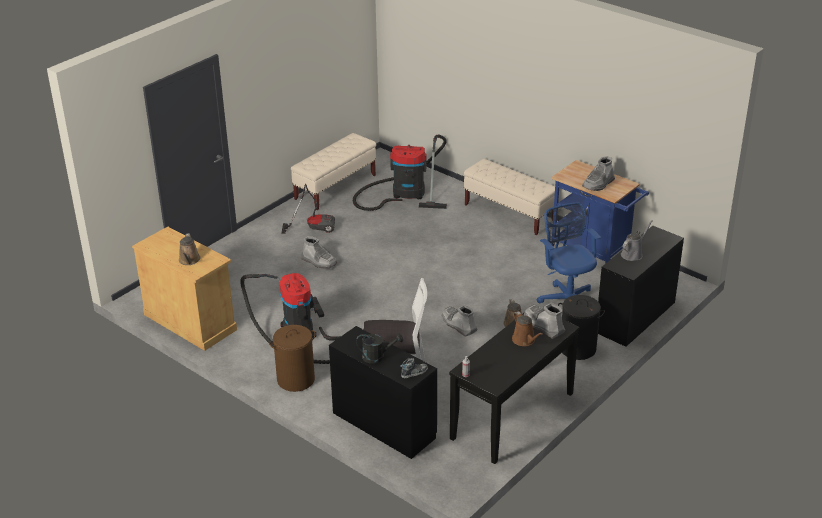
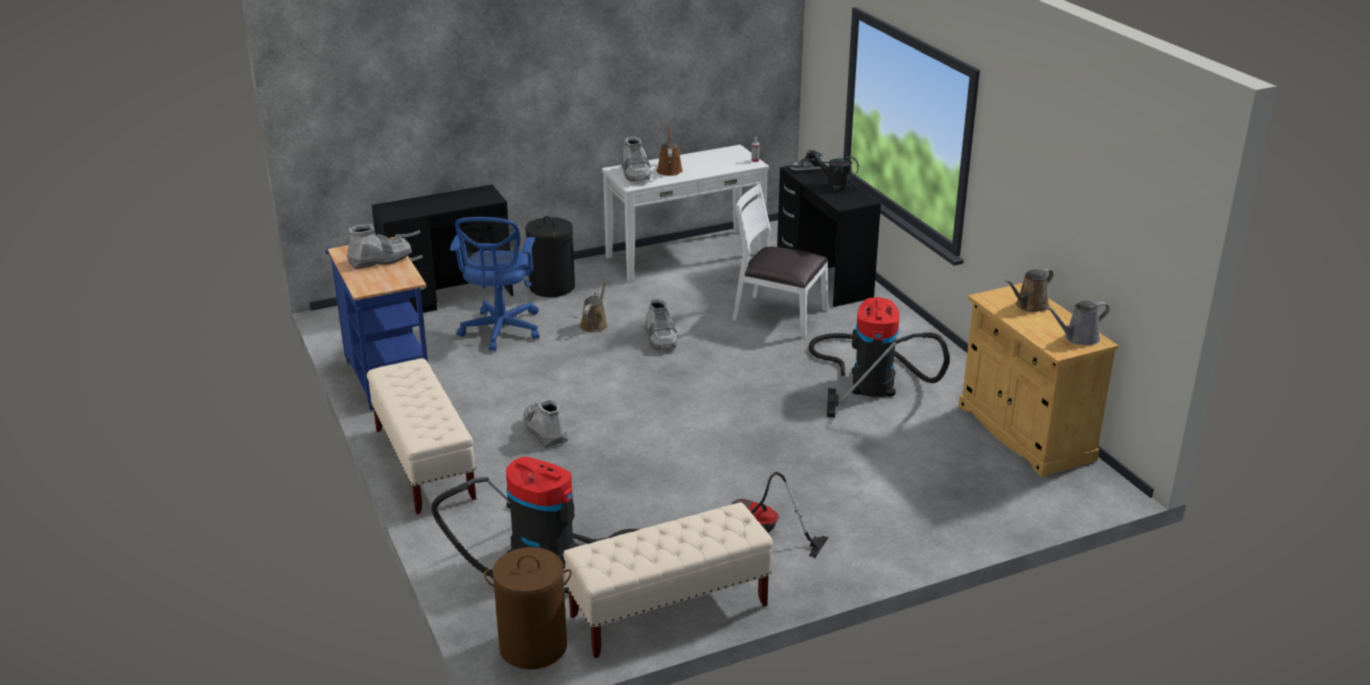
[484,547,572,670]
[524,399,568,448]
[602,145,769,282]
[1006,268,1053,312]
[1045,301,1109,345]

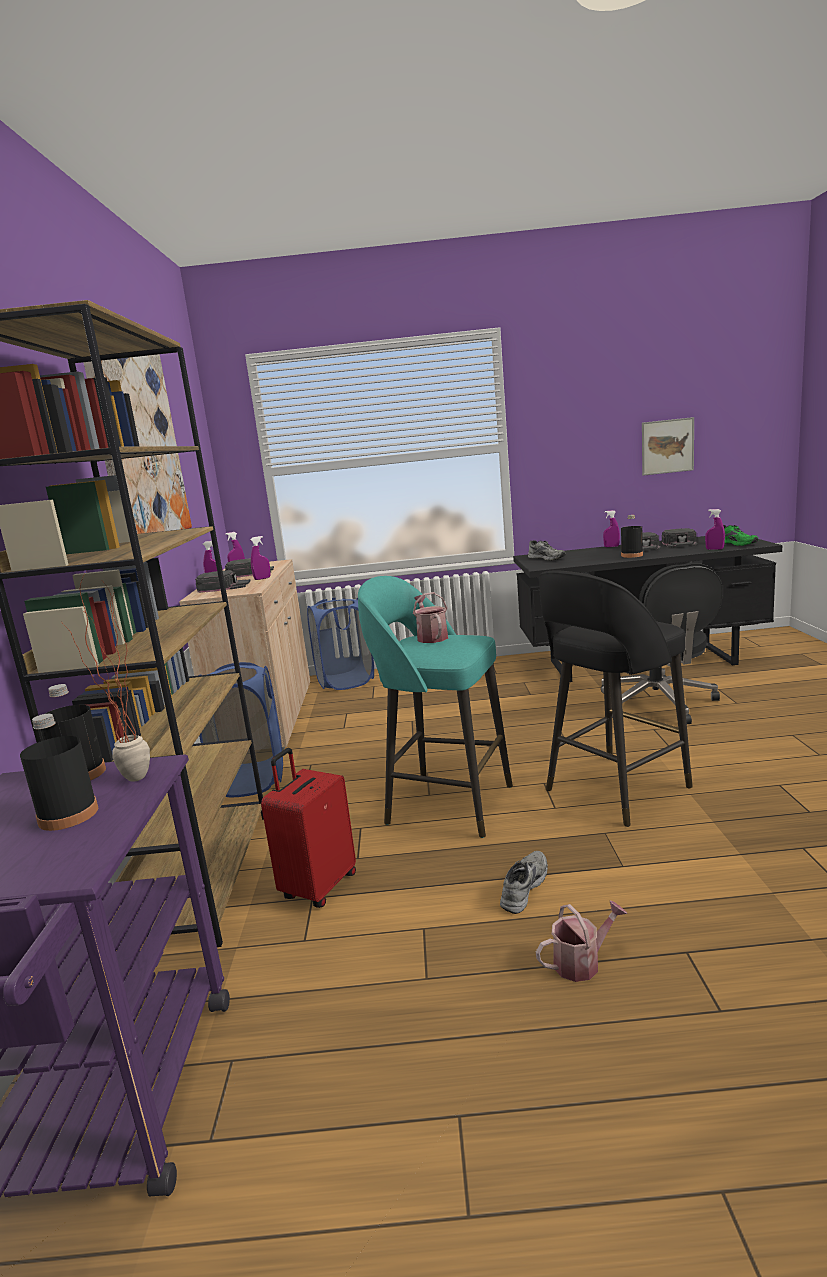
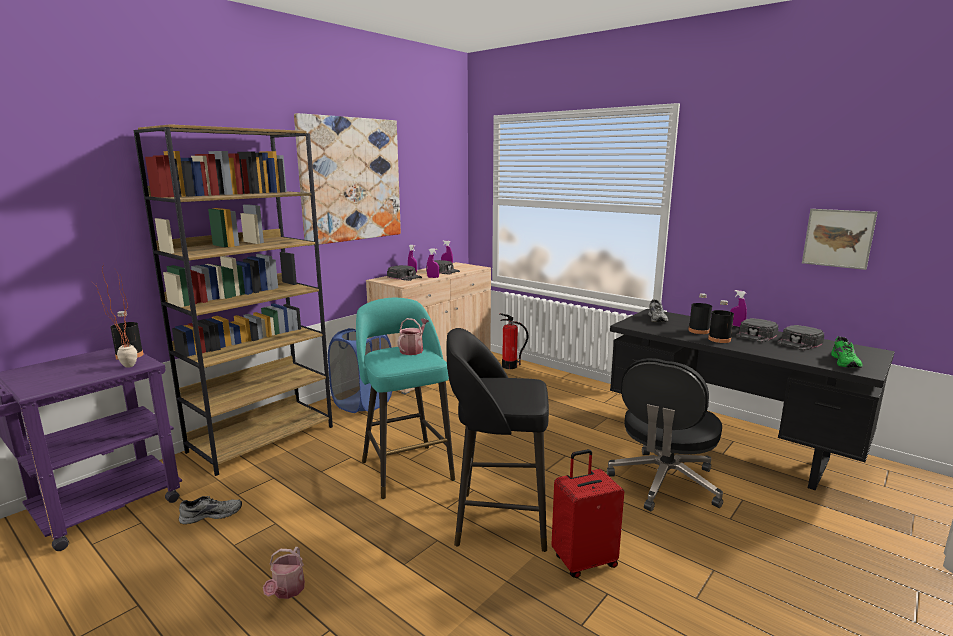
[179,496,242,524]
[263,547,305,599]
[500,313,528,369]
[552,449,624,578]
[688,293,712,334]
[705,509,725,550] (first image)

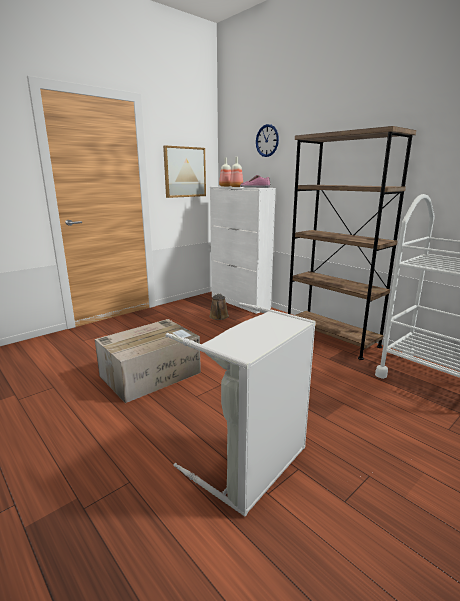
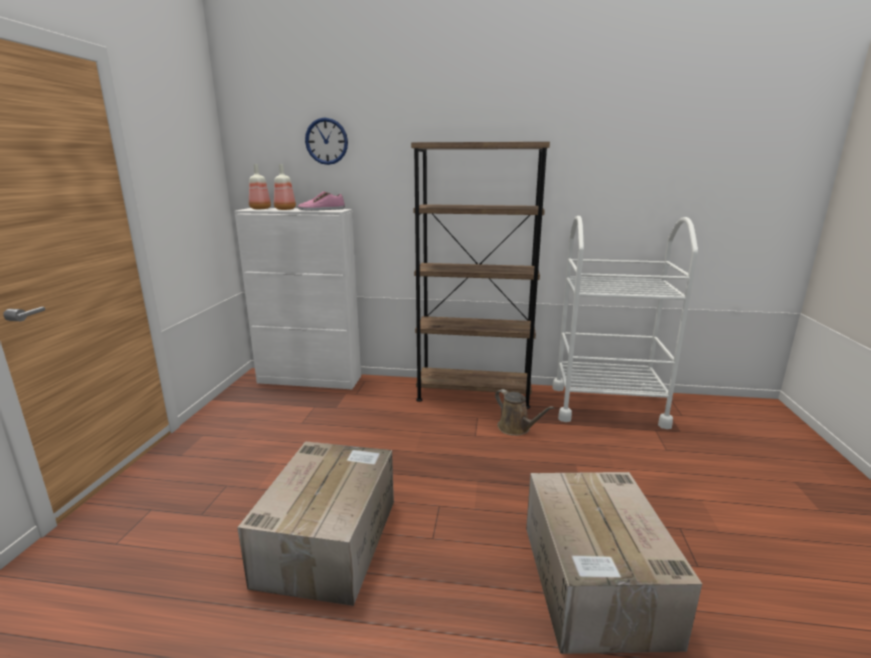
[495,389,555,436]
[526,472,702,654]
[163,145,206,198] (first image)

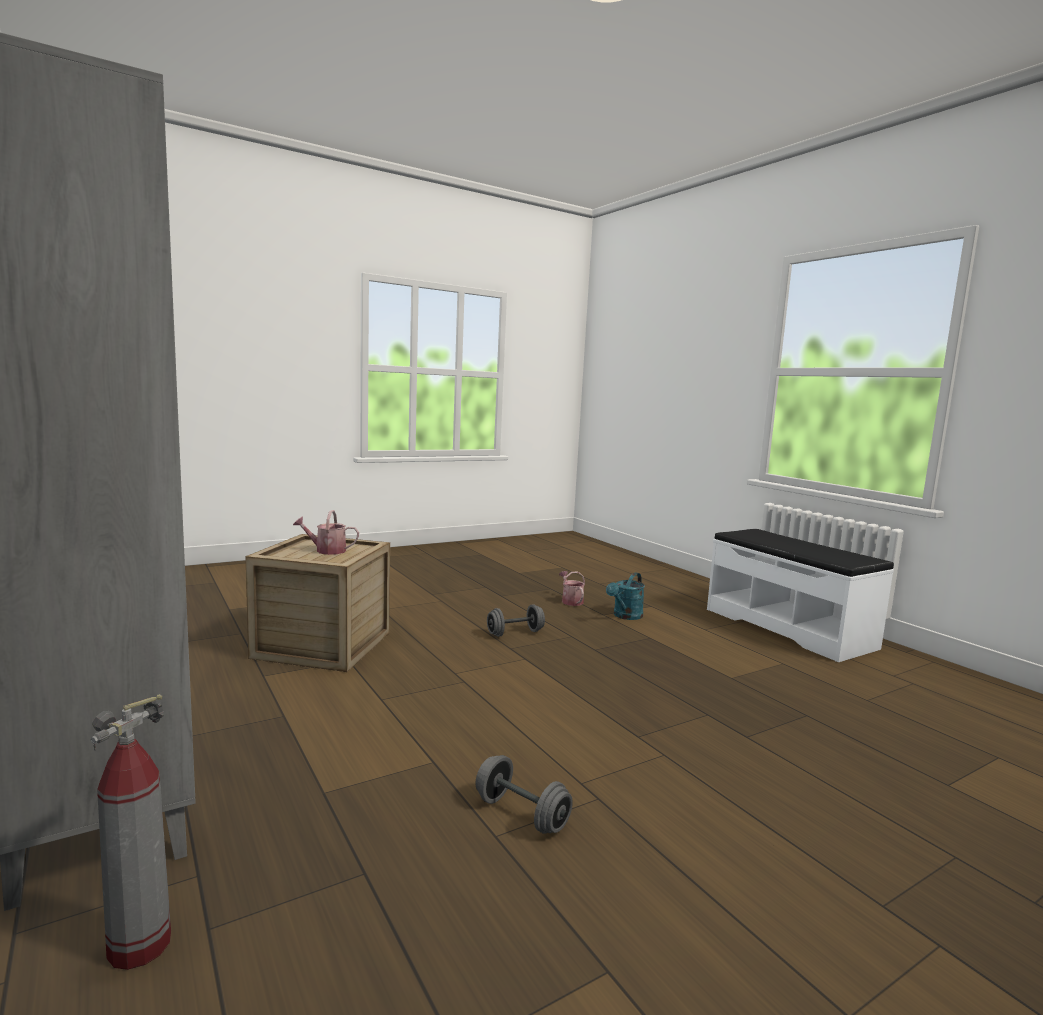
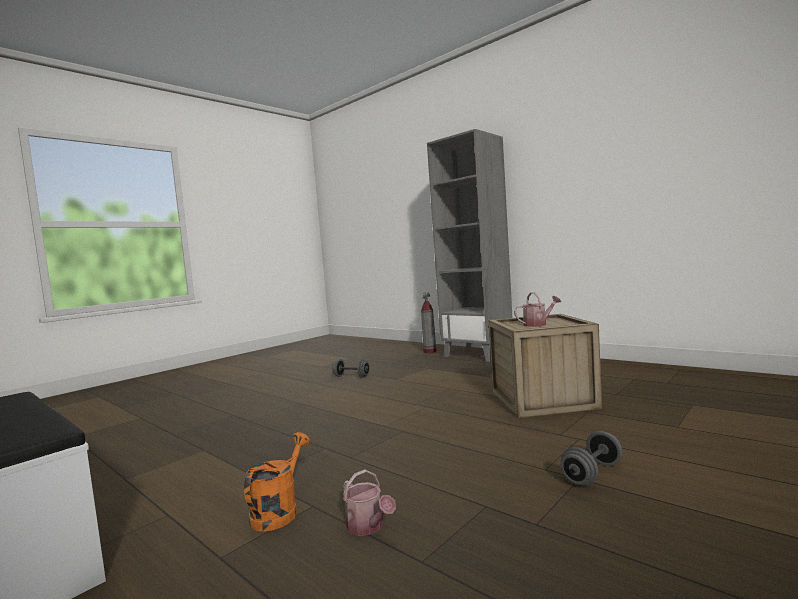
[244,432,310,532]
[561,431,622,486]

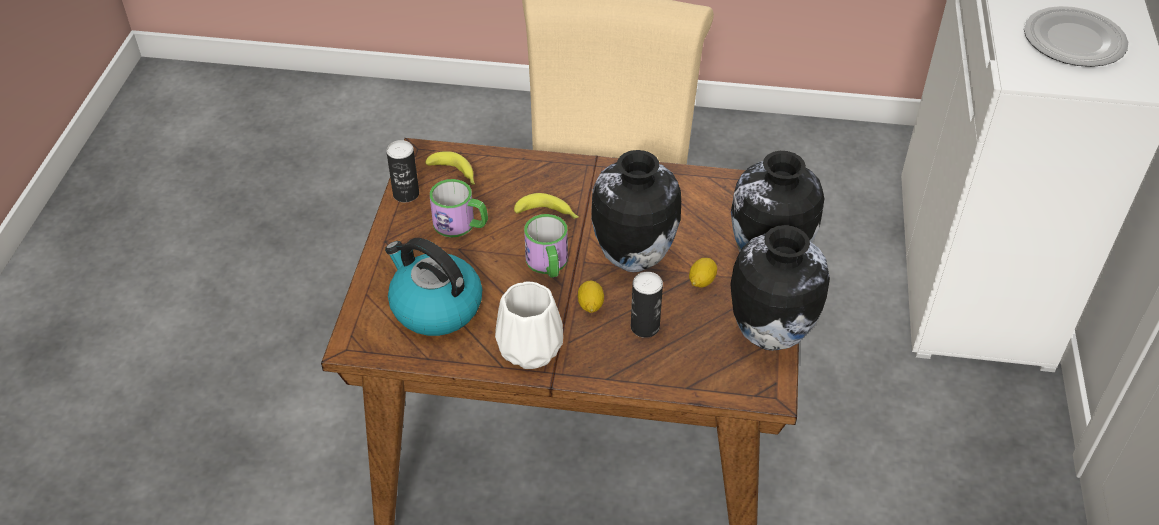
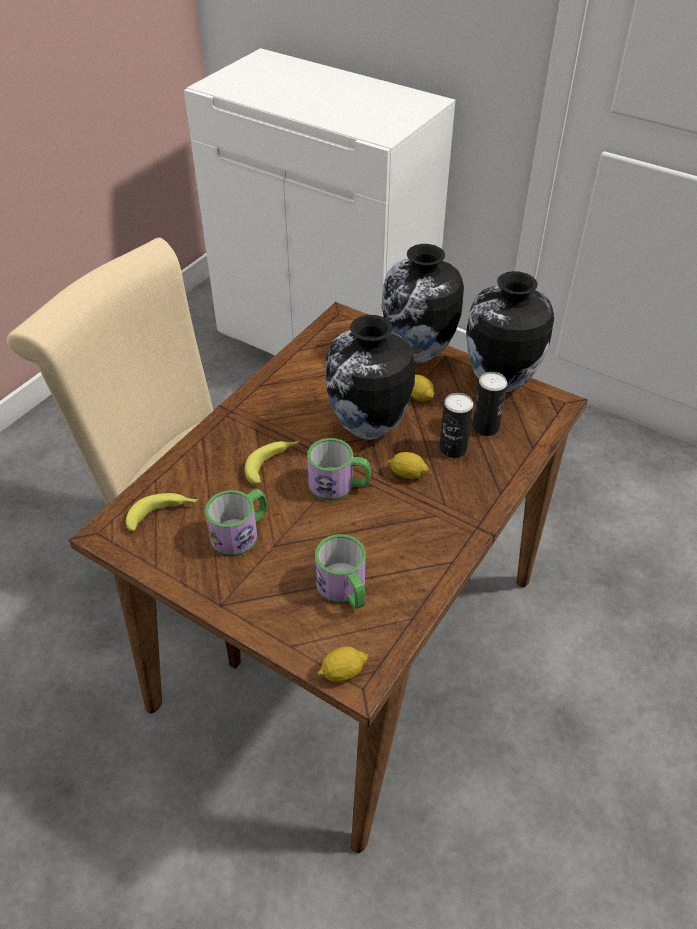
[315,534,366,609]
[317,647,368,682]
[472,372,507,436]
[495,282,563,369] (first image)
[1024,6,1128,67] (first image)

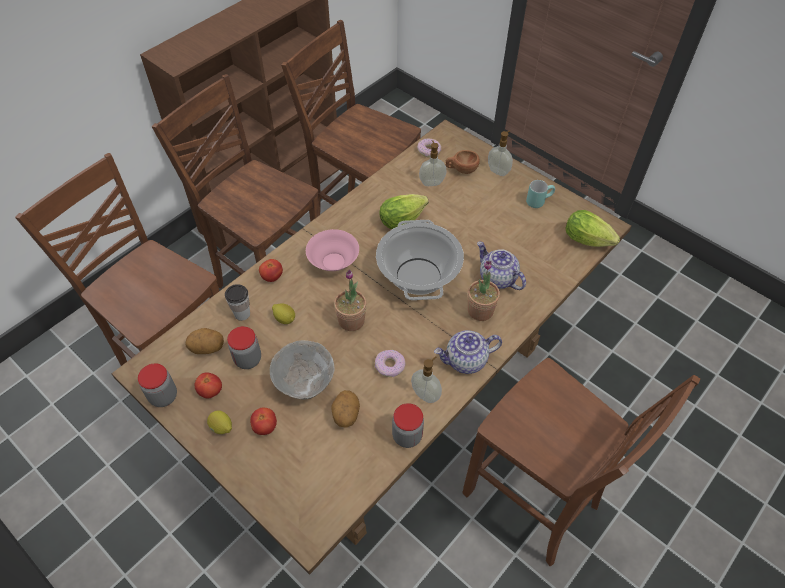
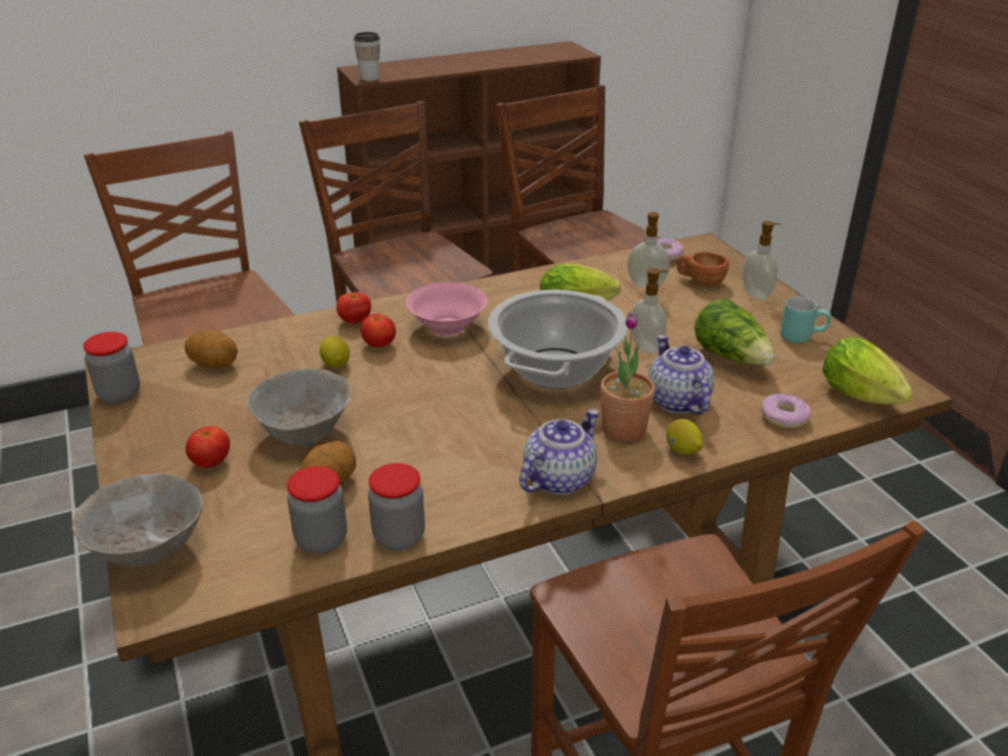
[72,474,203,567]
[287,466,347,554]
[354,32,380,81]
[361,314,396,347]
[519,409,599,495]
[632,268,668,353]
[666,419,703,455]
[694,298,775,365]
[761,394,811,428]
[334,270,367,331] (first image)

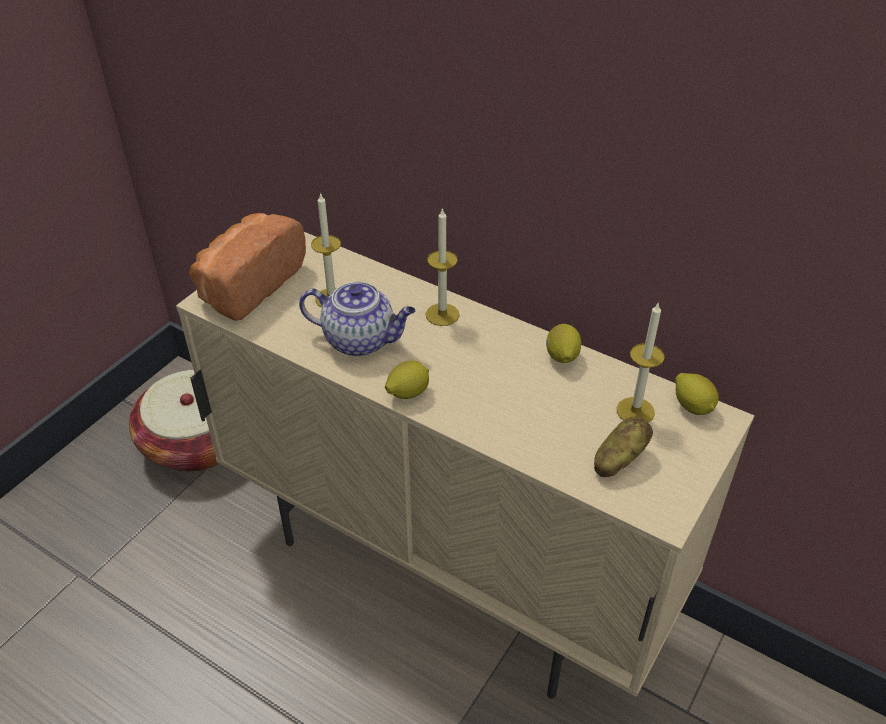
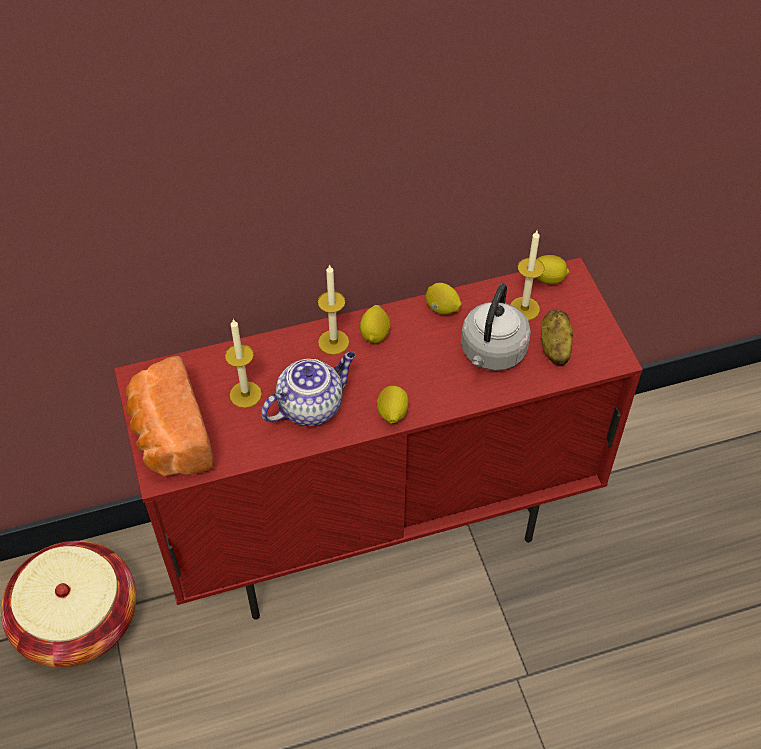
[114,257,643,619]
[360,305,390,343]
[461,283,531,371]

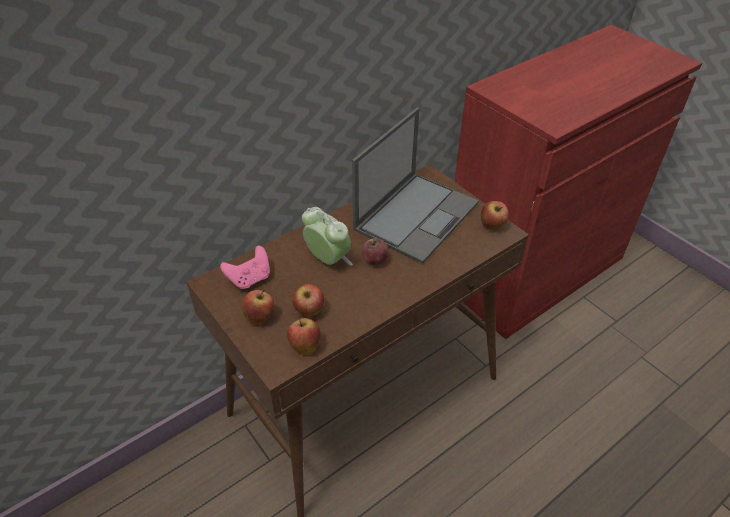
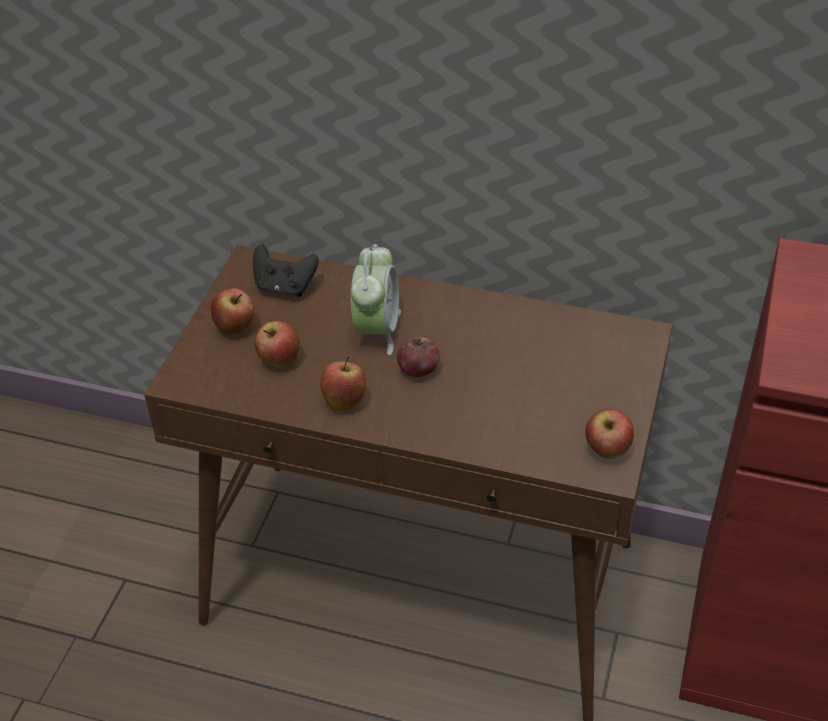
[253,244,319,297]
[320,356,366,412]
[352,107,479,264] (first image)

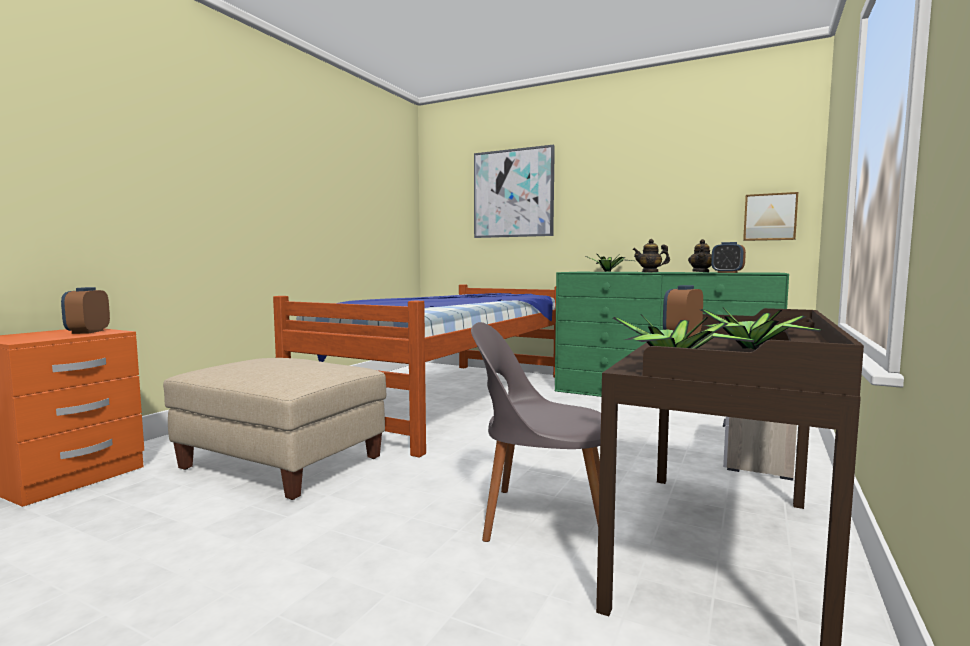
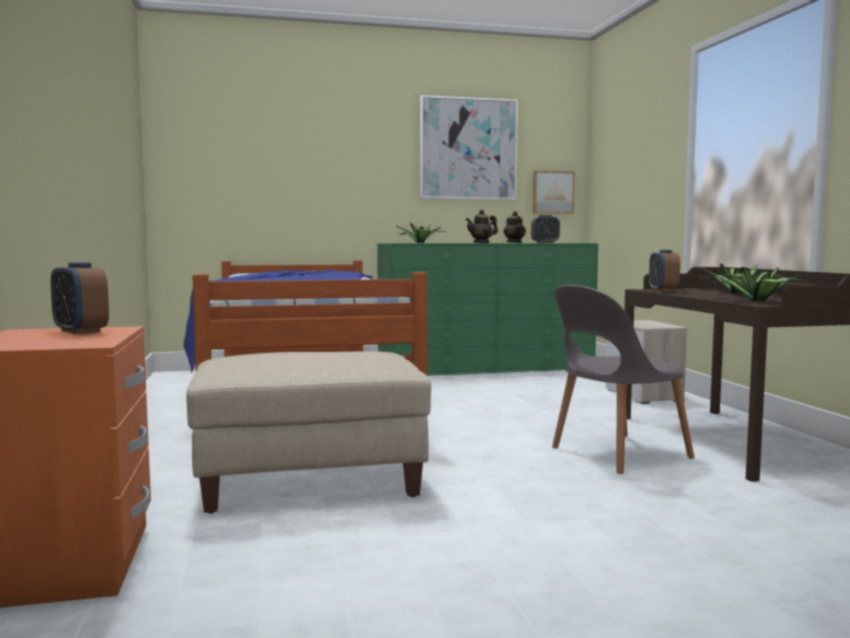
[420,95,518,200]

